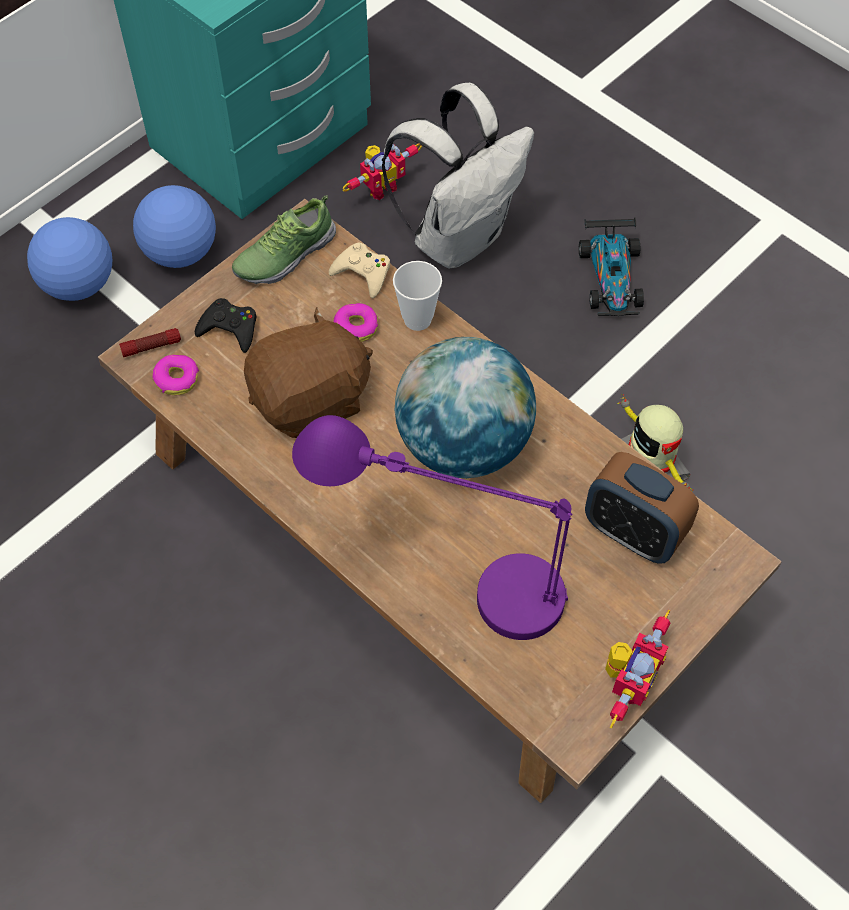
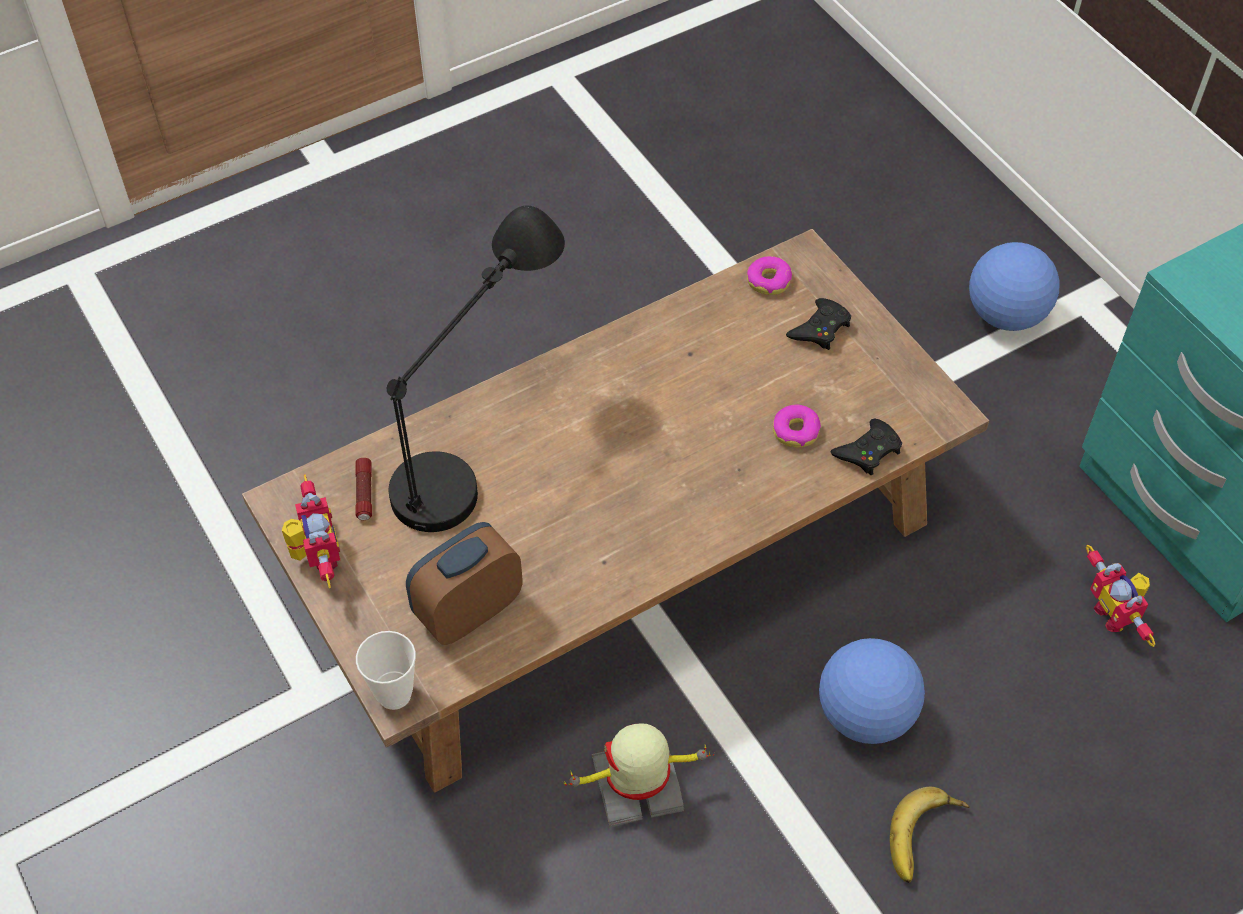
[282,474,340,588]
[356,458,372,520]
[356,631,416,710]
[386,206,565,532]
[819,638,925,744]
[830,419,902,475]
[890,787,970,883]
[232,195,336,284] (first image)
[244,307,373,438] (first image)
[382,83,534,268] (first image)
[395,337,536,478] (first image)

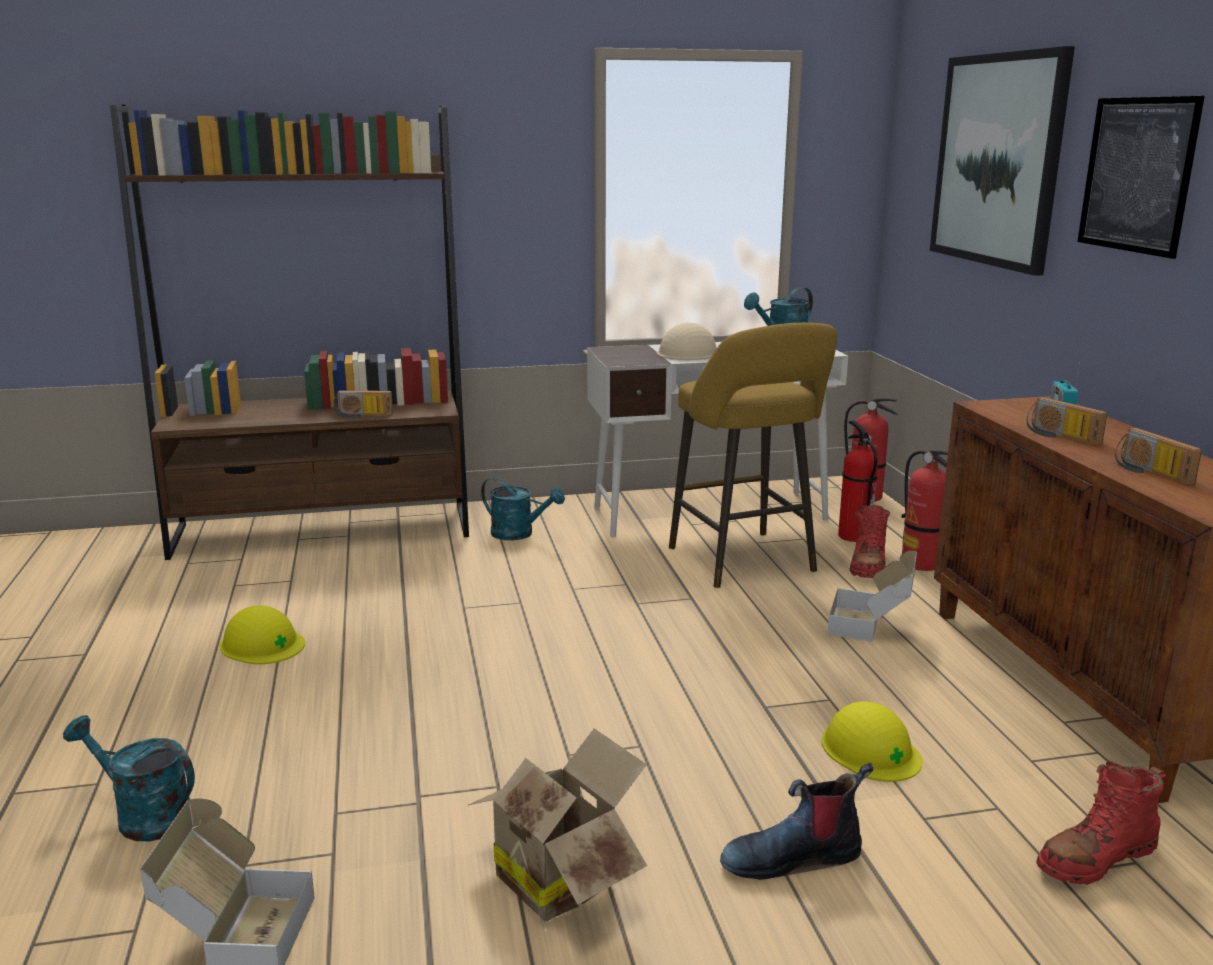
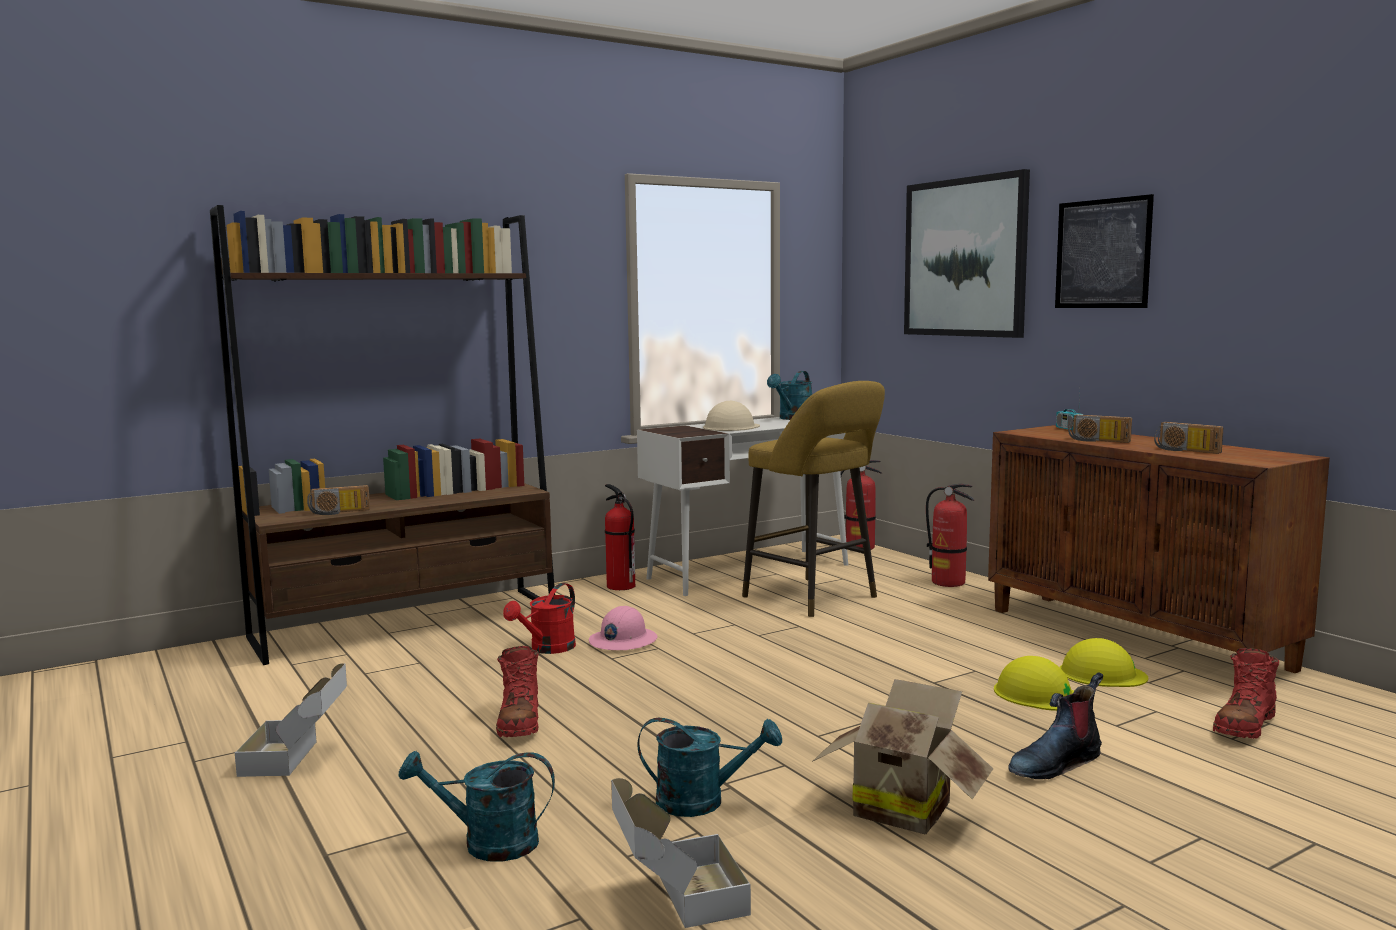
[235,663,347,777]
[307,485,370,515]
[496,646,539,738]
[503,583,576,654]
[589,606,658,650]
[605,484,635,590]
[638,718,782,817]
[1060,638,1148,687]

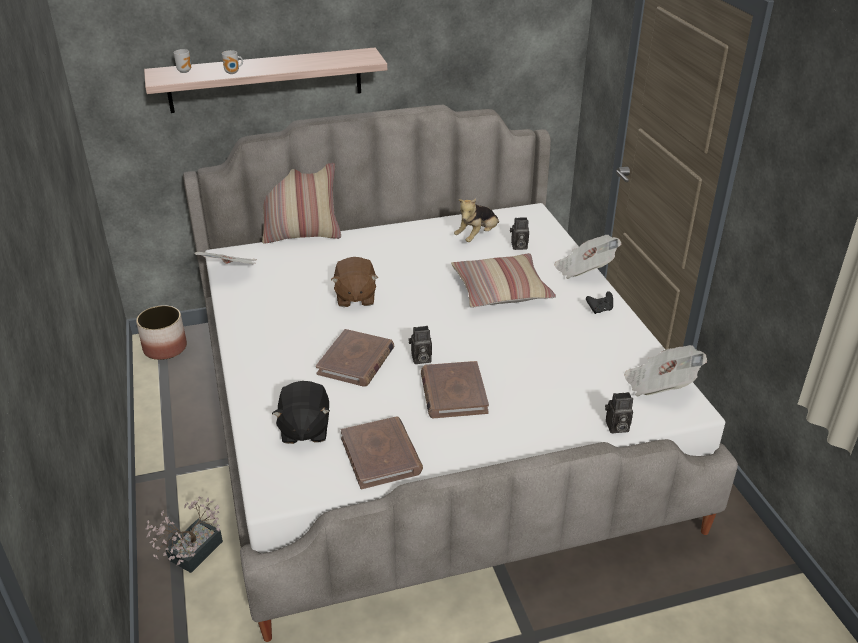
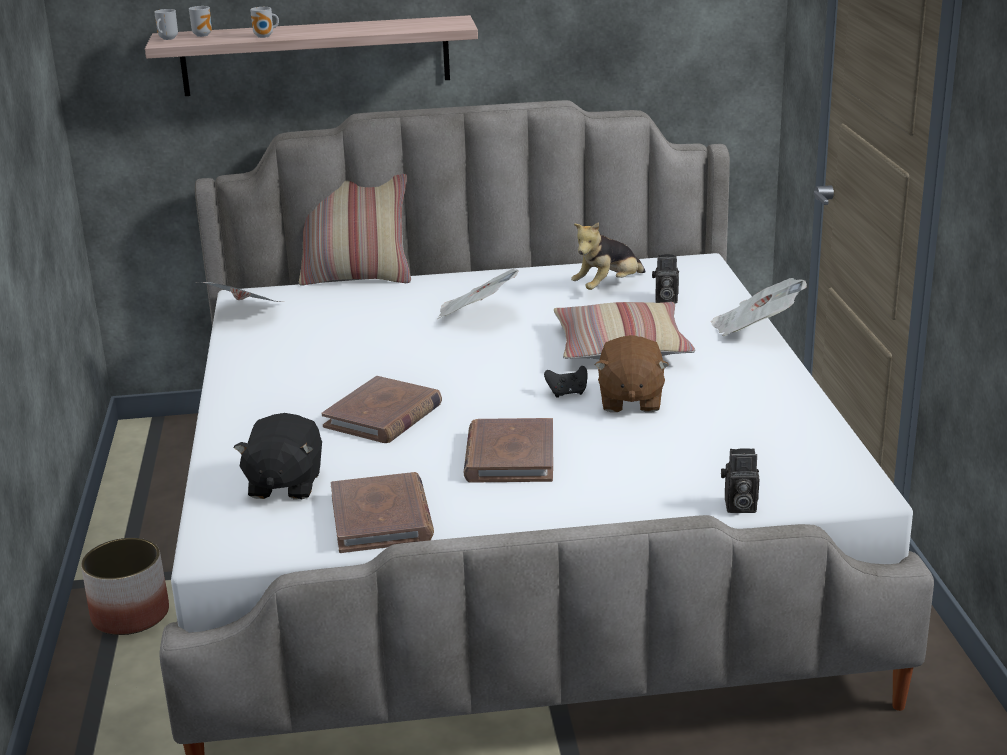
[81,538,169,635]
[154,9,178,40]
[438,268,519,319]
[544,366,588,398]
[595,335,669,412]
[146,497,223,573] (first image)
[409,326,432,364] (first image)

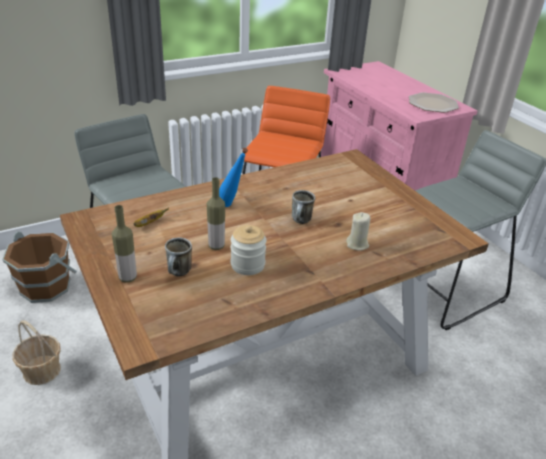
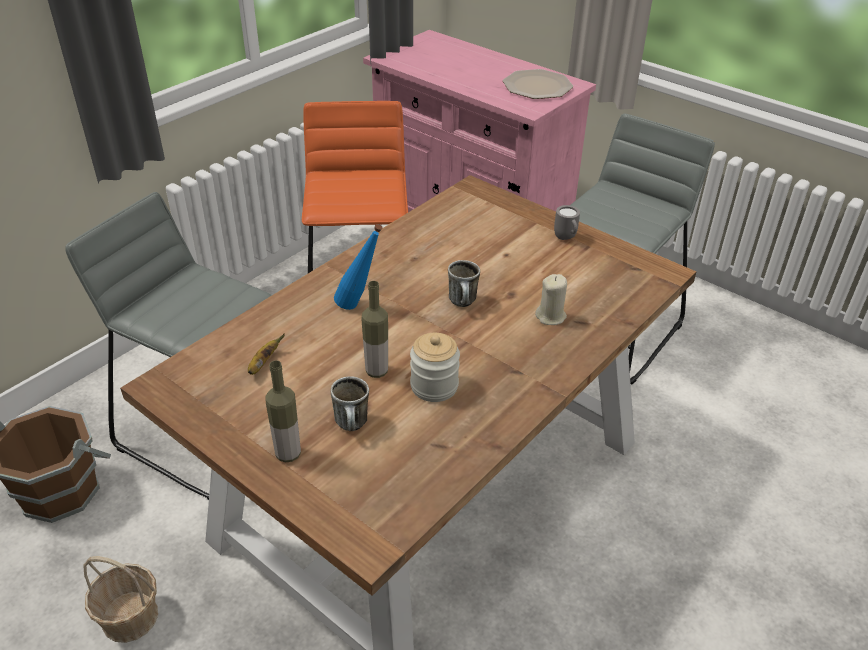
[554,205,580,240]

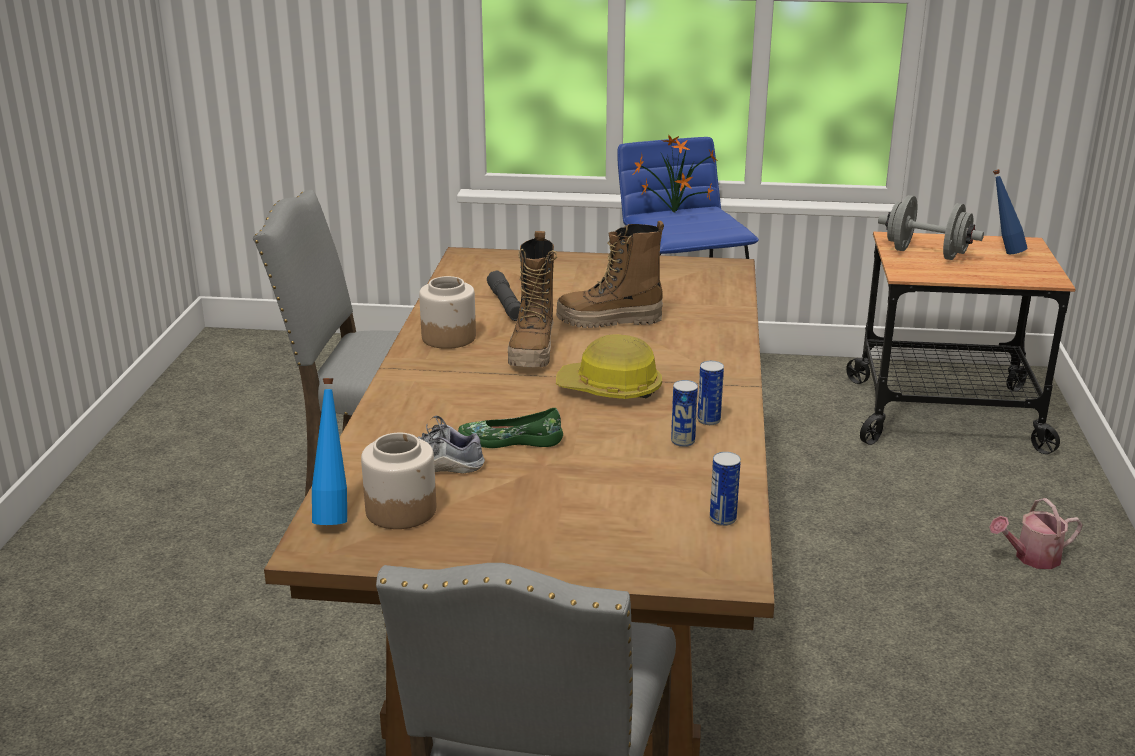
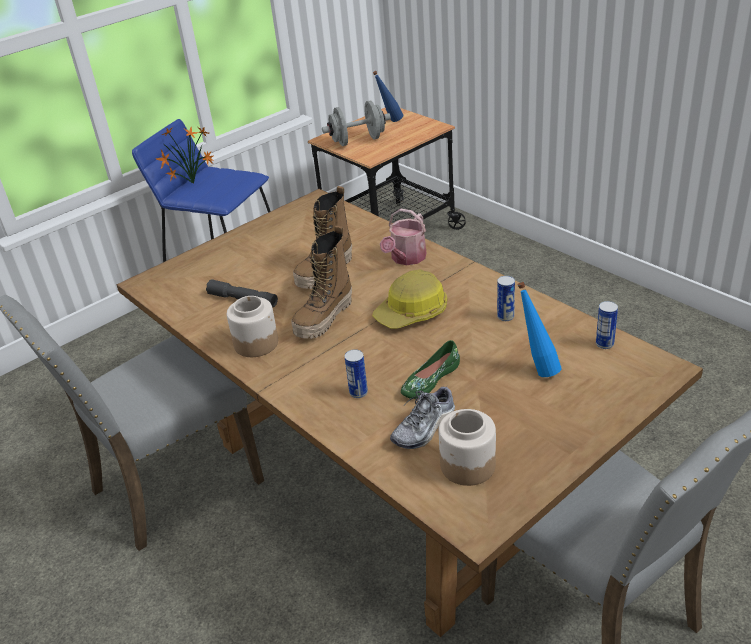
[292,226,352,339]
[344,349,368,398]
[380,209,426,265]
[517,282,562,377]

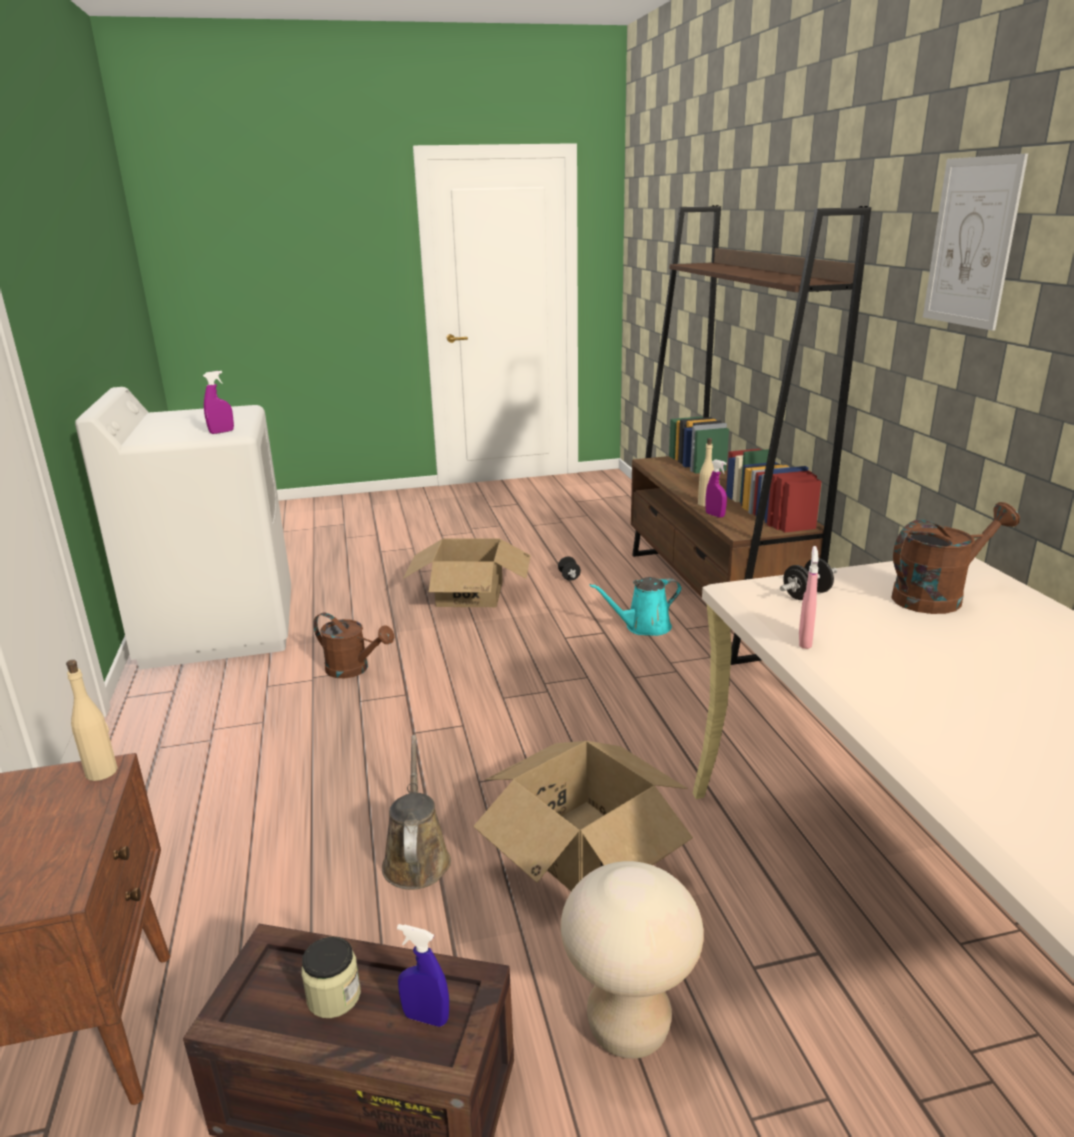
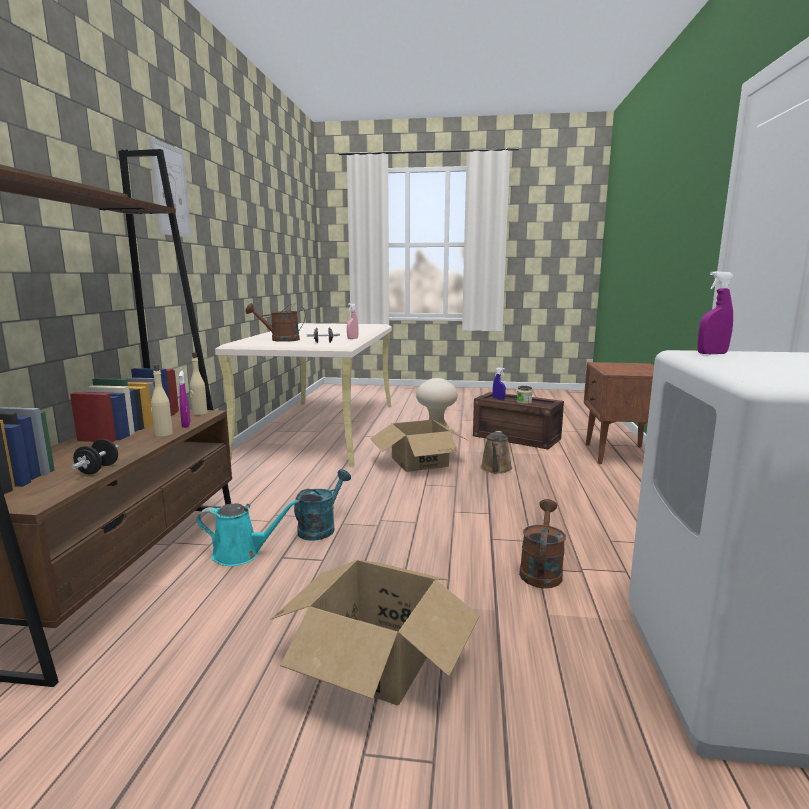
[72,439,119,474]
[190,352,207,415]
[294,469,351,541]
[519,499,566,588]

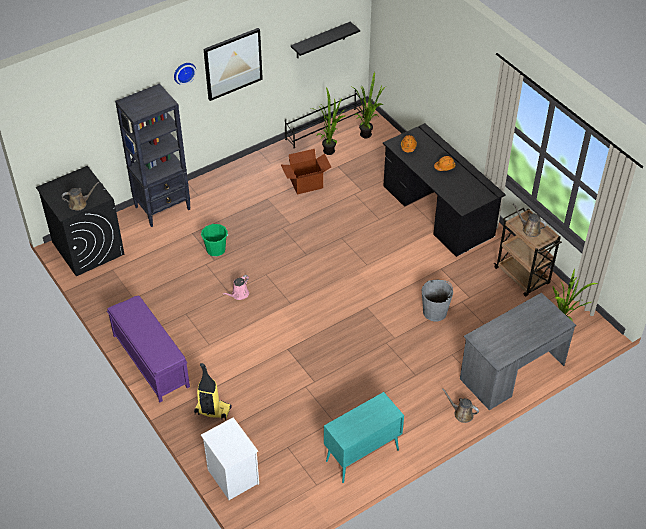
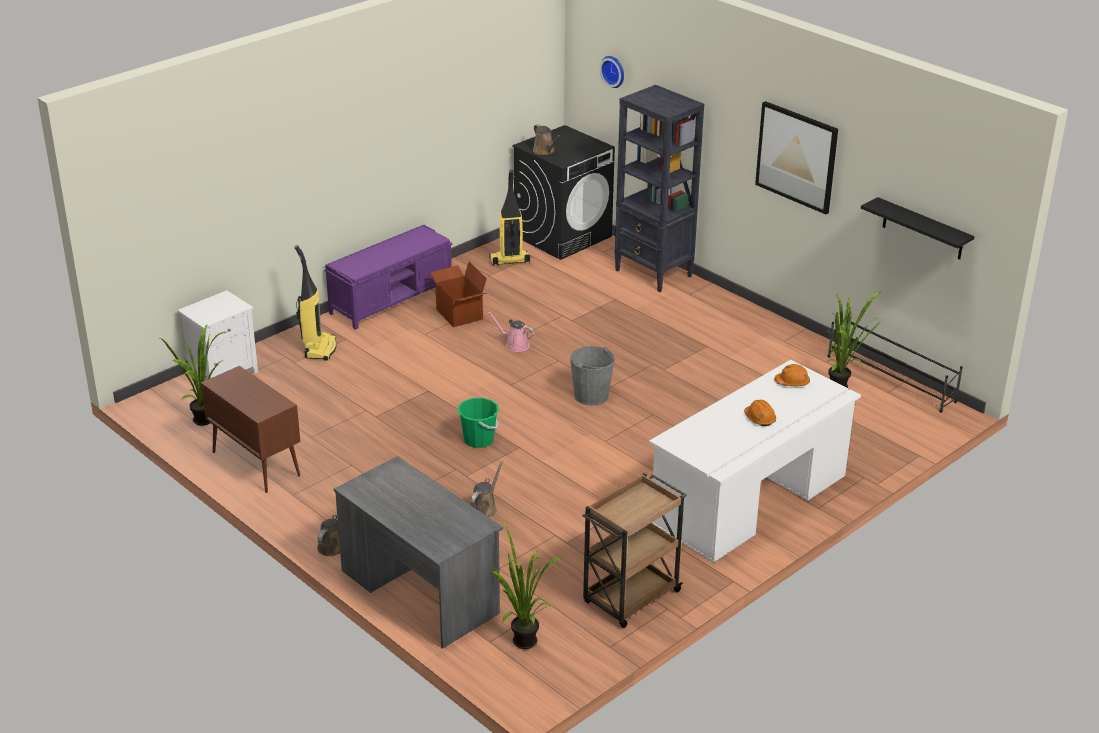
[160,325,226,426]
[201,366,300,493]
[430,262,487,327]
[458,398,499,448]
[470,461,503,517]
[489,170,530,266]
[570,346,615,406]
[600,56,624,88]
[649,360,861,562]

